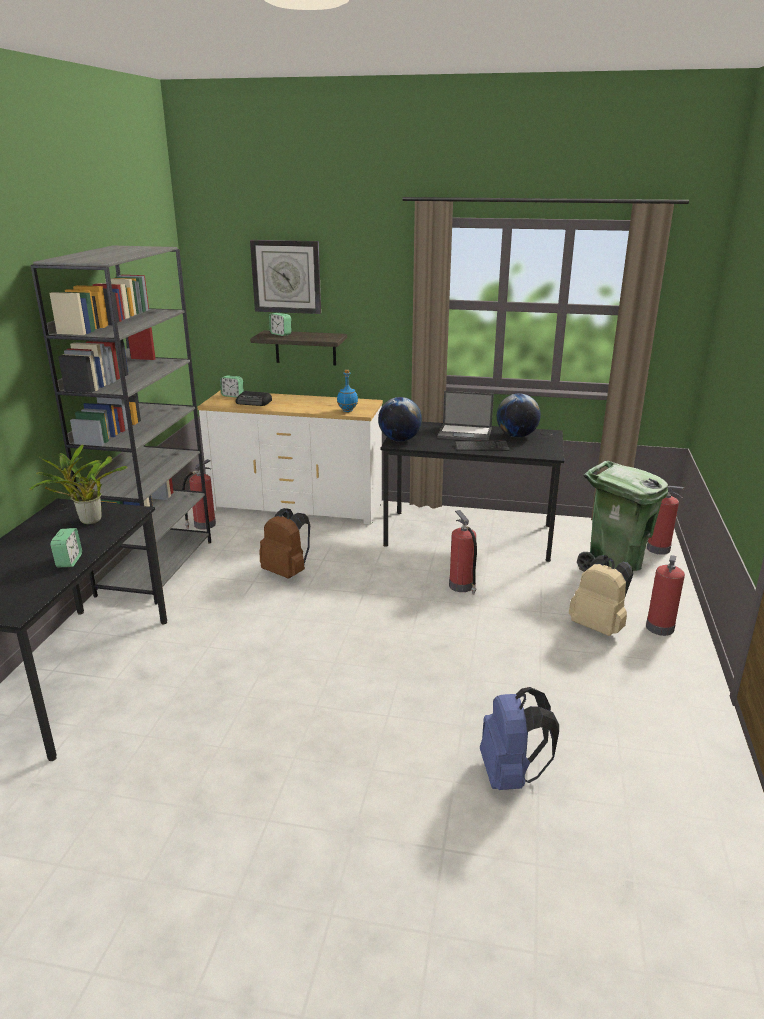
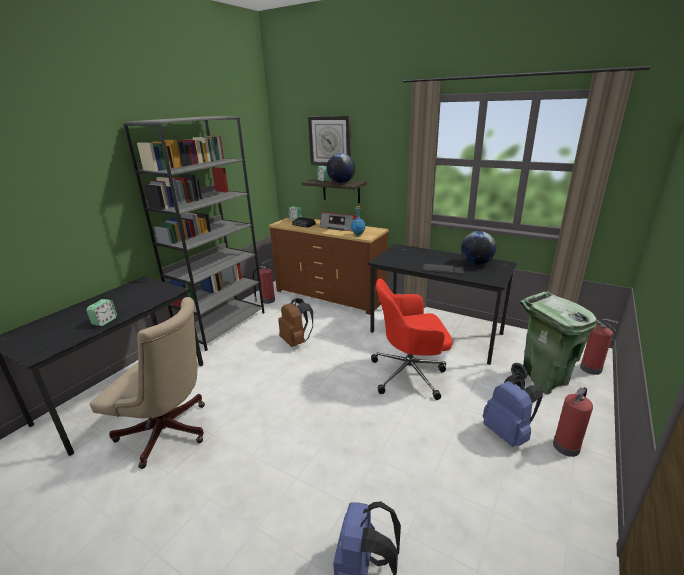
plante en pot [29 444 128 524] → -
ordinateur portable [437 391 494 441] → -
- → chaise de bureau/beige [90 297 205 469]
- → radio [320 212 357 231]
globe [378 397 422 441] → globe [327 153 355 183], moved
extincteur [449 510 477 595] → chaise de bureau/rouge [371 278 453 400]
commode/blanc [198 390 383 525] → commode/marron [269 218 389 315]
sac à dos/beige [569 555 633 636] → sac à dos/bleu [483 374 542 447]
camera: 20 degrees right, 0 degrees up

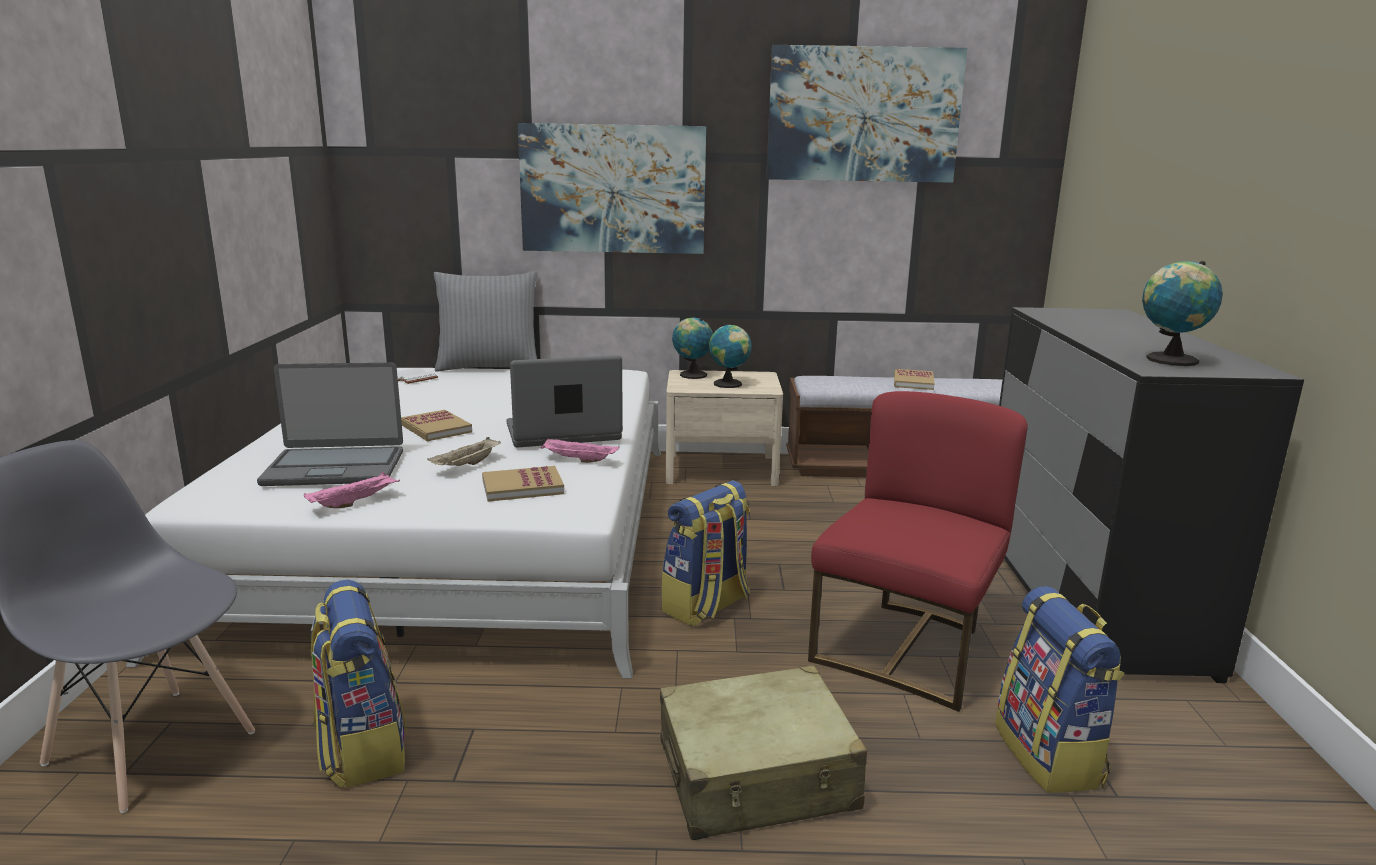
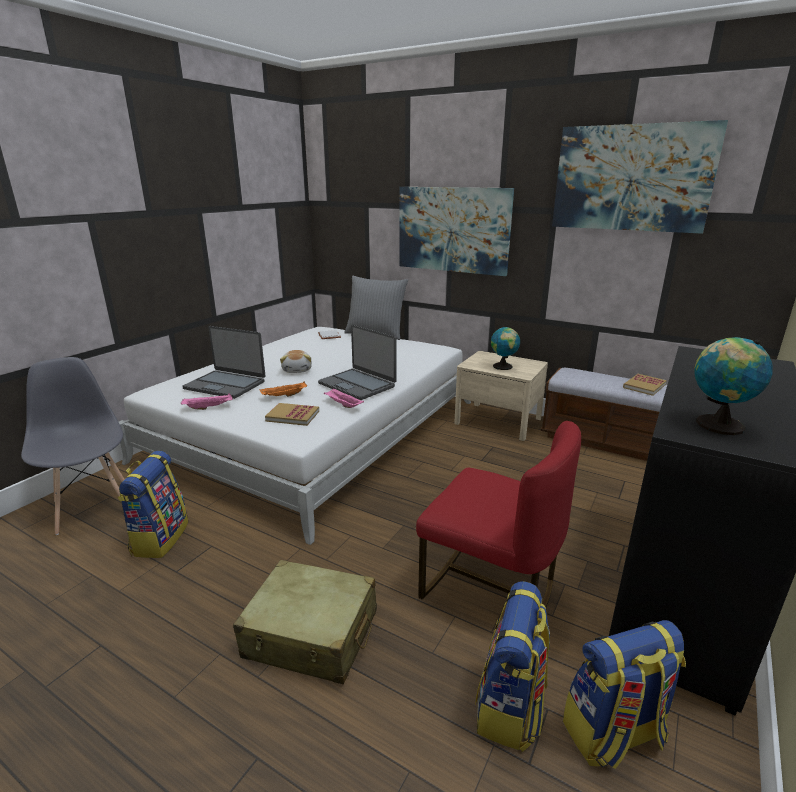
globe [672 318 713 379] → -
sac à dos [661 480 750 627] → sac à dos [563 620 686 769], moved
livre [401 410 472 441] → peluche [280 350 312 373]
plateau/beige [428 437 501 466] → plateau/orange [260 381 307 397]
ordinateur portable [507 355 623 447] → ordinateur portable [318 325 397 400], 150 degrees counterclockwise
chaise/rouge [808 391 1028 712] → chaise/rouge [416 421 581 607], 60 degrees clockwise
camera: 30 degrees right, 5 degrees up

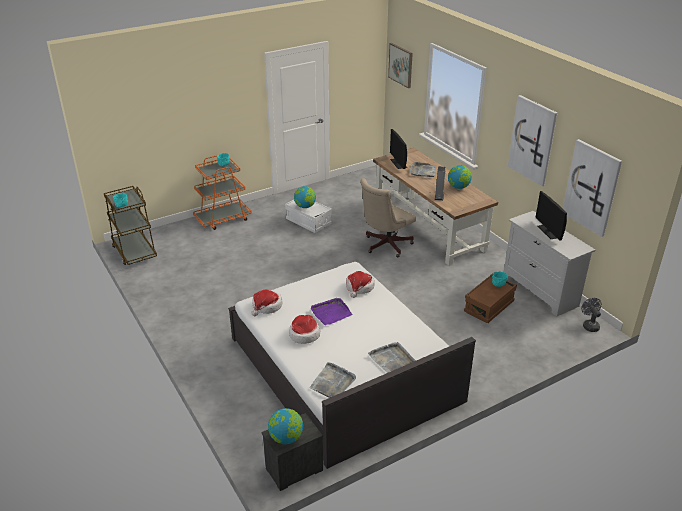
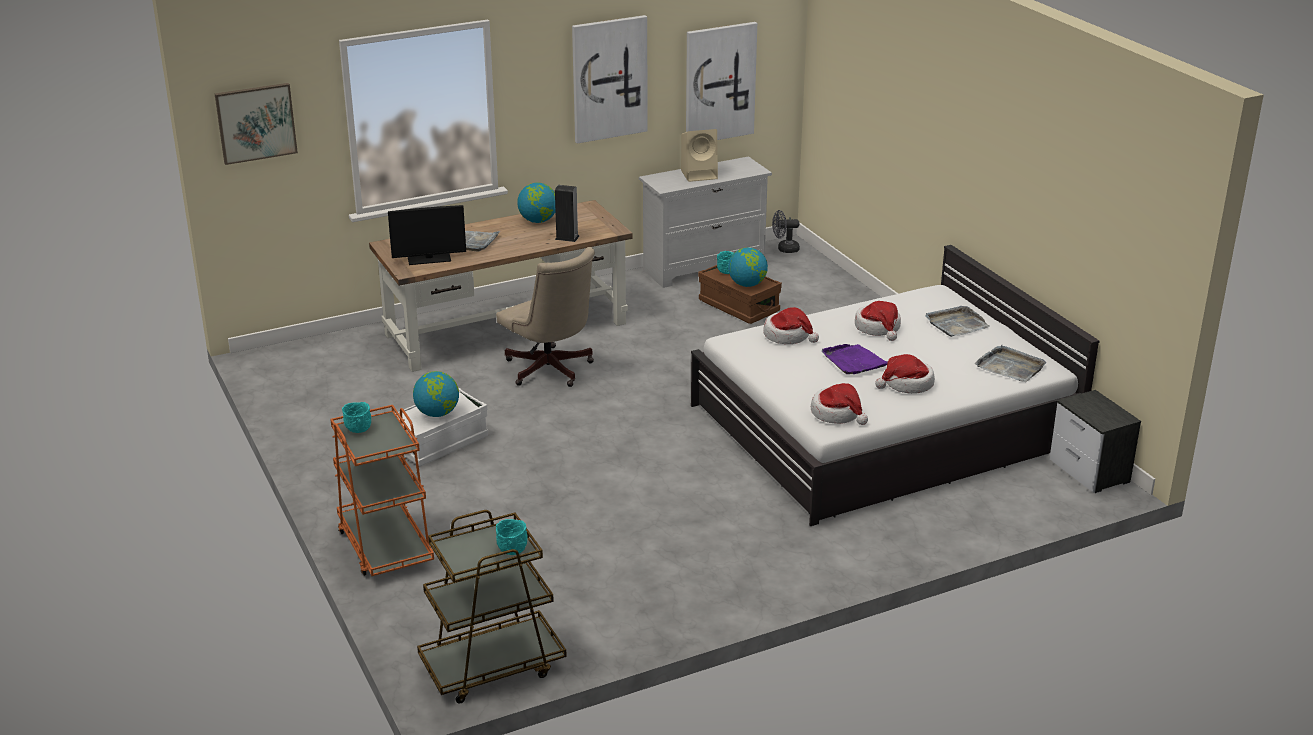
- → chapeau [855 301 901 341]
globe [268 408 303 444] → globe [728 247 768 287], moved
écran d'ordinateur [536 191 567 241] → enceinte/beige [681 129 718 182]
camera: 85 degrees left, 5 degrees down

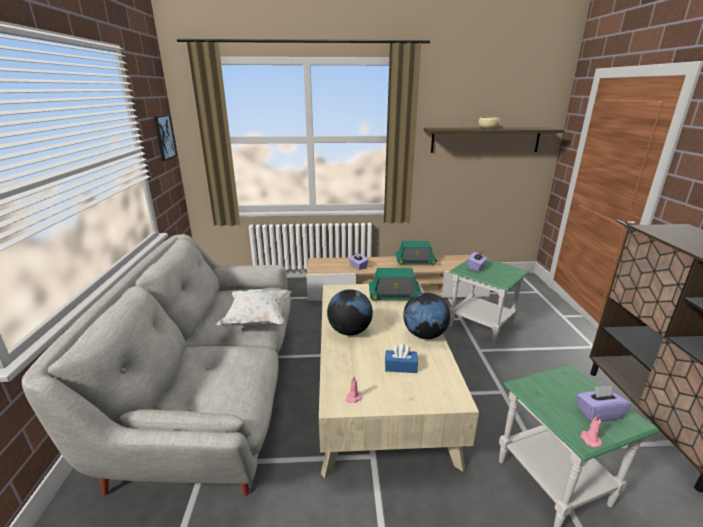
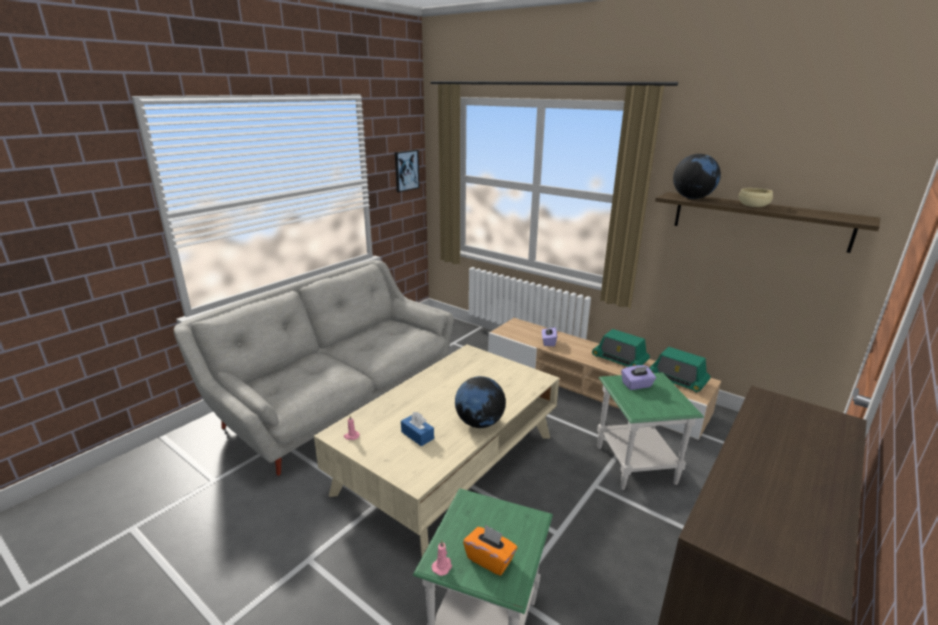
coussin/blanc [216 289 291 326] → -
globe [327 289 373 335] → globe [673 154 721 199], moved
radio [369 268 422 301] → radio [649 347 710 393], moved
boîte à mouchoirs/violet [576 386 631 422] → boîte à mouchoirs/orange [463 524 517 576]
camera: 40 degrees right, 0 degrees up

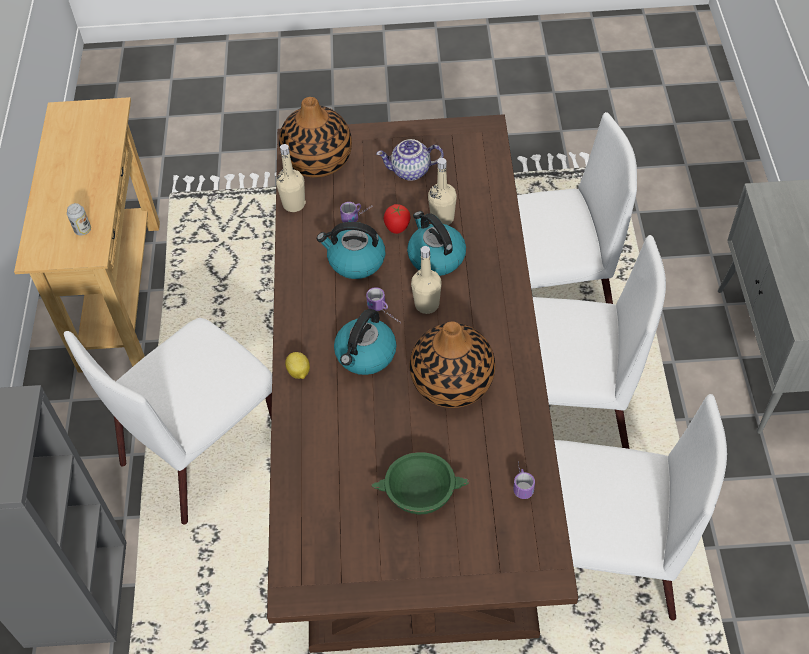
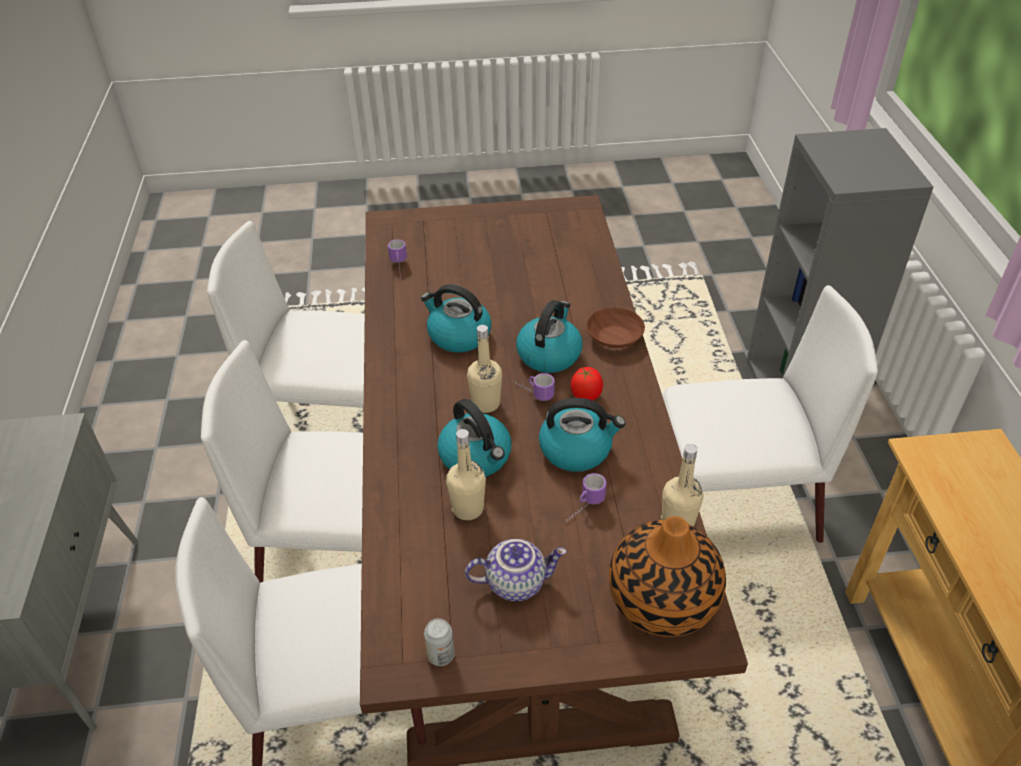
bol/vert [371 452 469 515] → -
boîte métallique [67 203 91 235] → boîte métallique [424 618 454 666], moved
tomate [384 204 411 234] → tomate [571 367 603 401], moved
citron [285 352 310 379] → bol/marron [586 307 645 348]
vase [410 321 495 408] → bouilloire [421 284 492 353]
chaise/blanc [64 318 272 524] → chaise/blanc [662 285 878 543], 45 degrees clockwise
camera: 175 degrees right, 10 degrees down

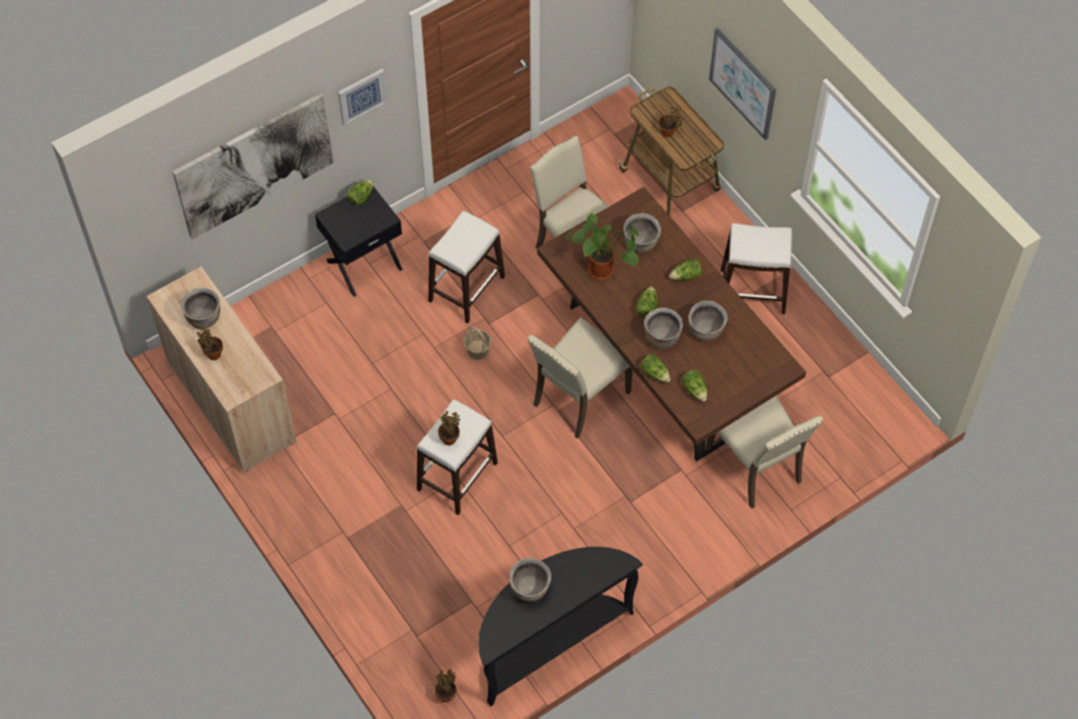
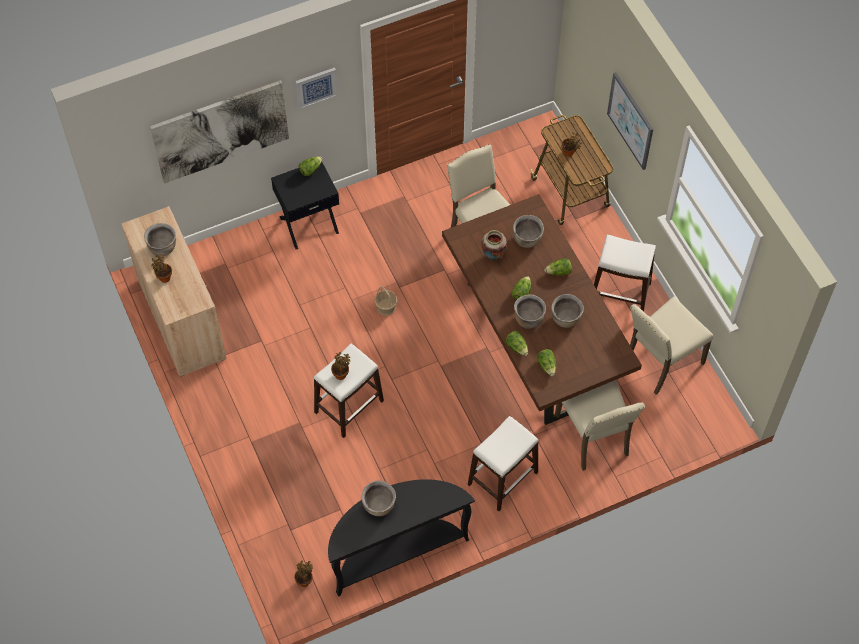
tabouret/blanc [428 211 505 324] → tabouret/blanc [468 416 538 511], moved
chaise/beige [527 318 633 439] → chaise/beige [630 297 714 395], moved
plante en pot [567 213 639 279] → vase [481 230 507 260]
camera: 10 degrees right, 0 degrees up

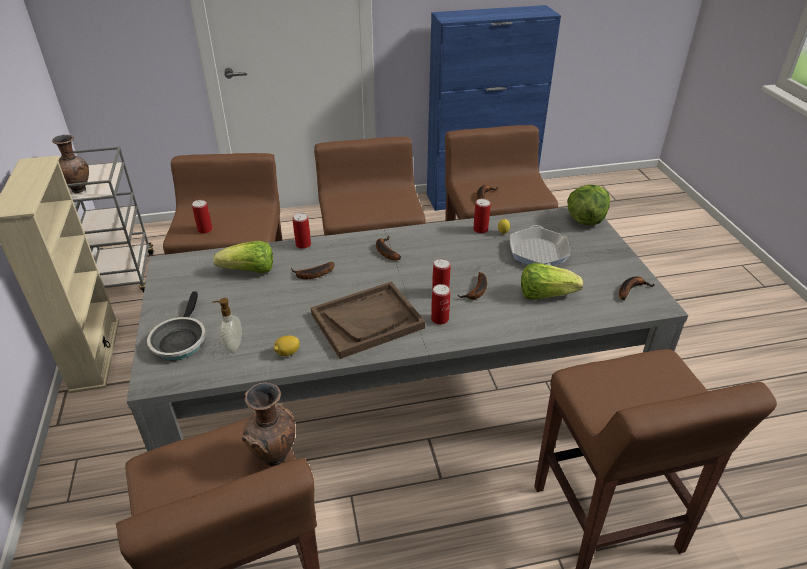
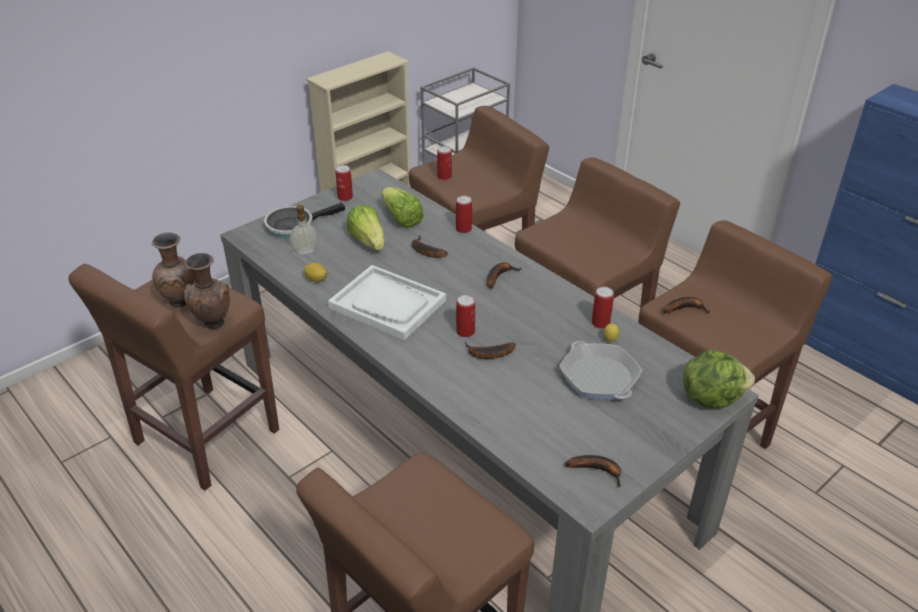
vase/marron [52 135 89 194] → vase/marron [152 233 195 307], moved
boîte métallique [431 284 450 325] → boîte métallique [335 165 353 201], moved
laitue [521 263 583 300] → laitue [347 205 385 250], moved
plateau/marron [311 281 425 359] → plateau/blanc [328 265 446 340]
poêle [510 225 571 266] → poêle [559 341 643 400], 90 degrees counterclockwise
camera: 60 degrees right, 0 degrees up

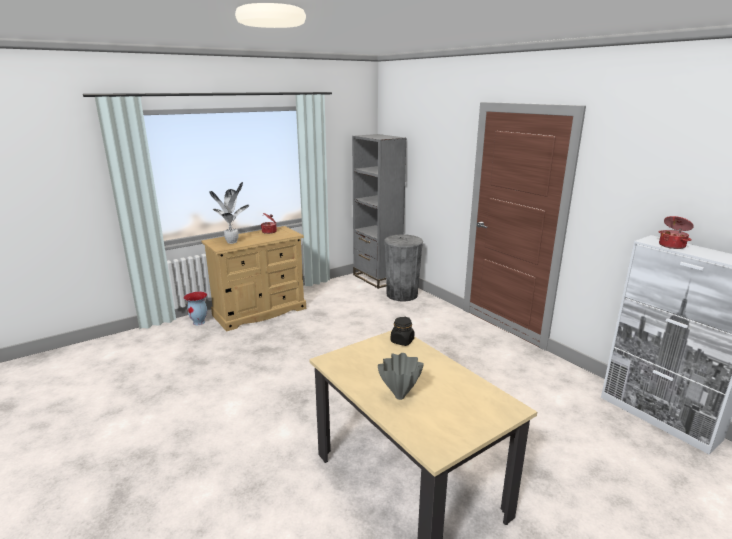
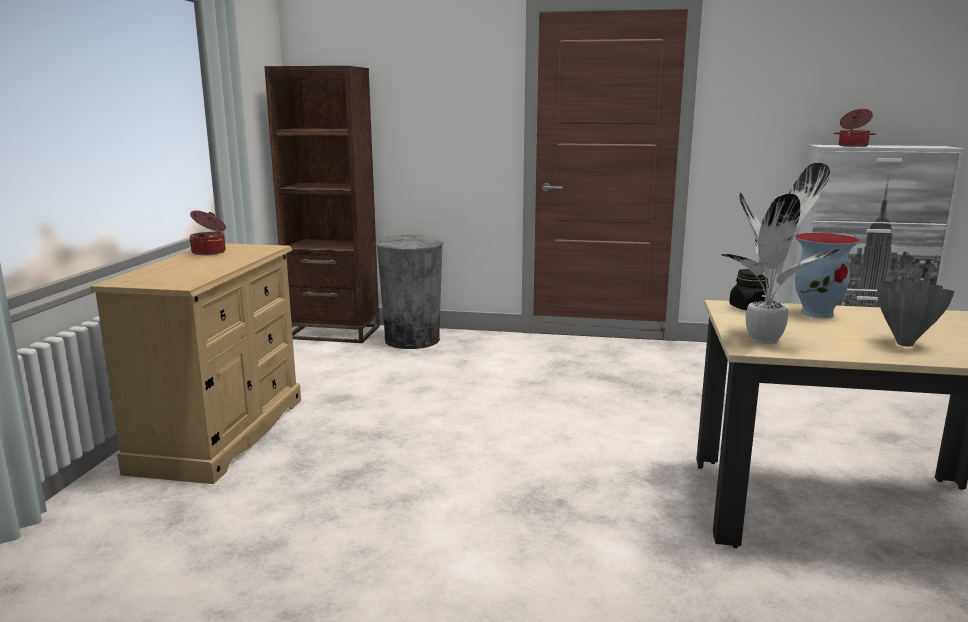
vase [183 292 207 325] → vase [795 233 860 318], moved
plante en pot [209 182 249 244] → plante en pot [721 163 840 344], moved
bibliothèque/gris [352 134 407 289] → bibliothèque/marron [264 66 380 343]
camera: 45 degrees left, 5 degrees down

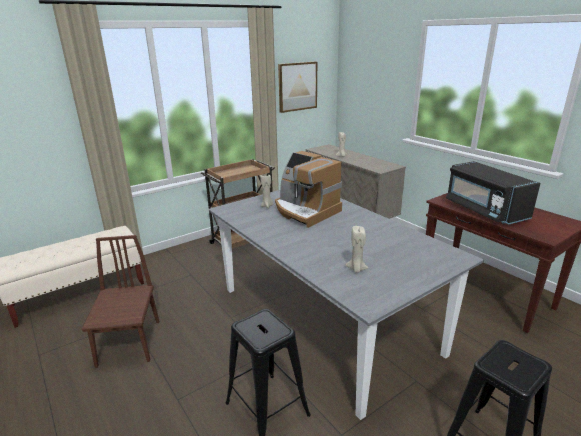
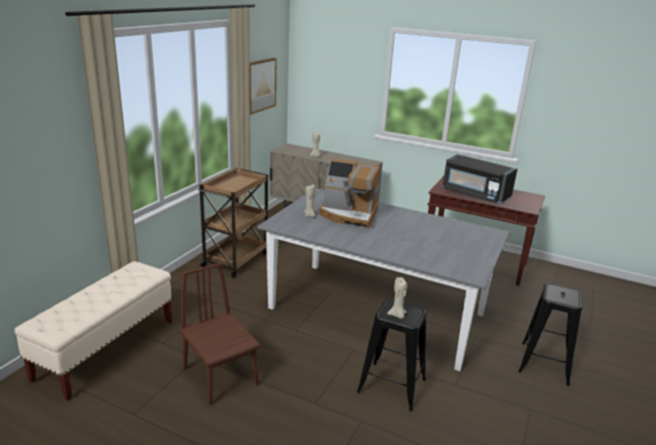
bougie/beige [346 226 368 273] → bougie/beige [387 277 407 319], moved
camera: 30 degrees left, 0 degrees up

